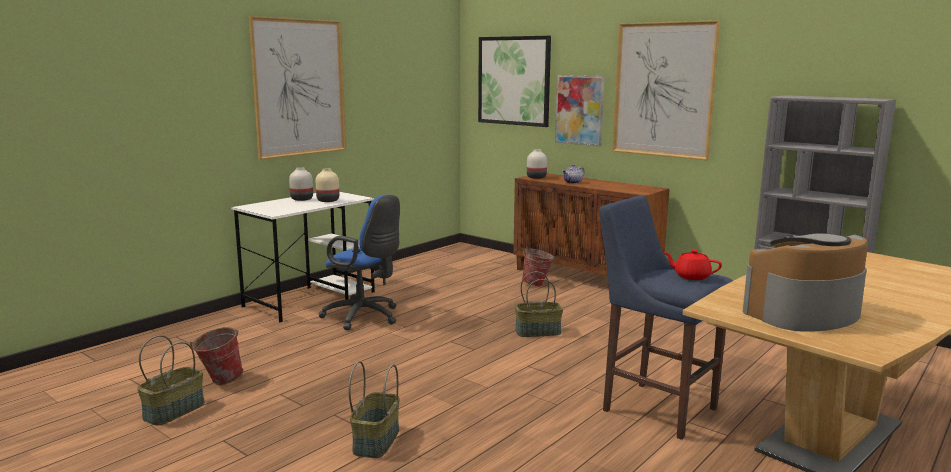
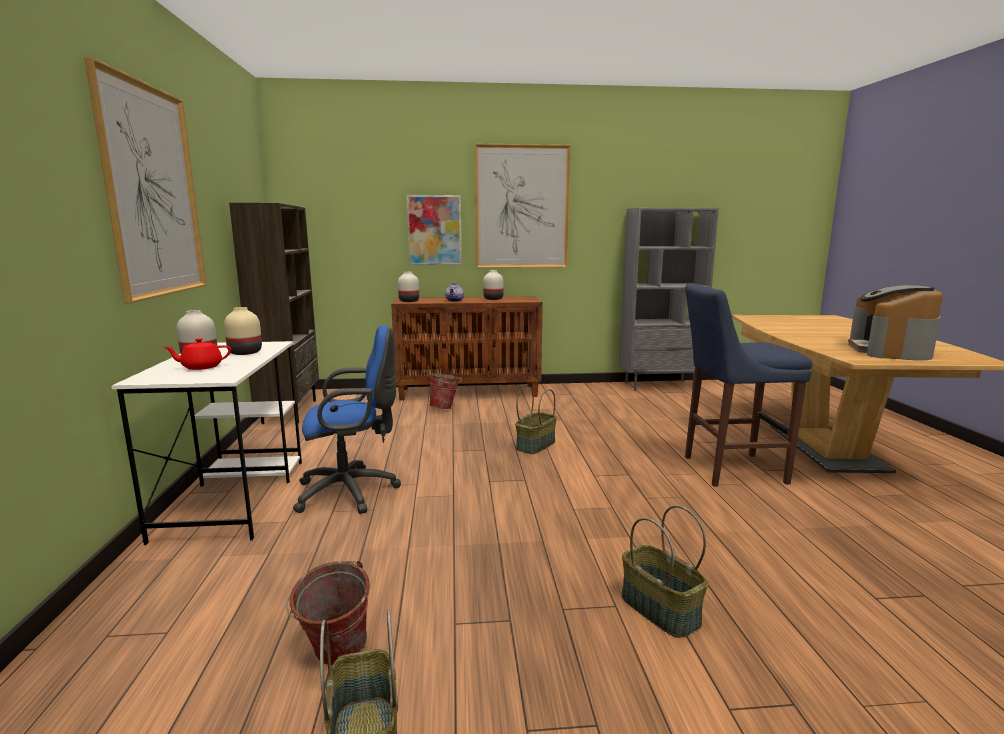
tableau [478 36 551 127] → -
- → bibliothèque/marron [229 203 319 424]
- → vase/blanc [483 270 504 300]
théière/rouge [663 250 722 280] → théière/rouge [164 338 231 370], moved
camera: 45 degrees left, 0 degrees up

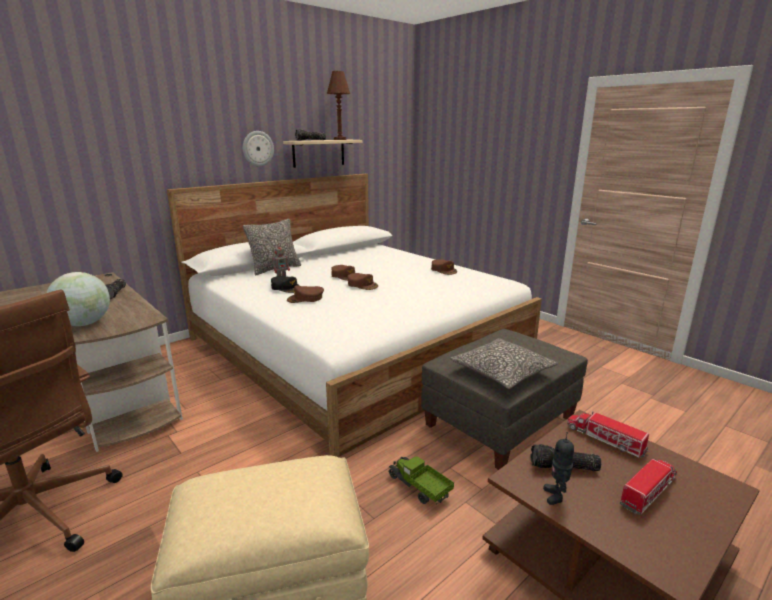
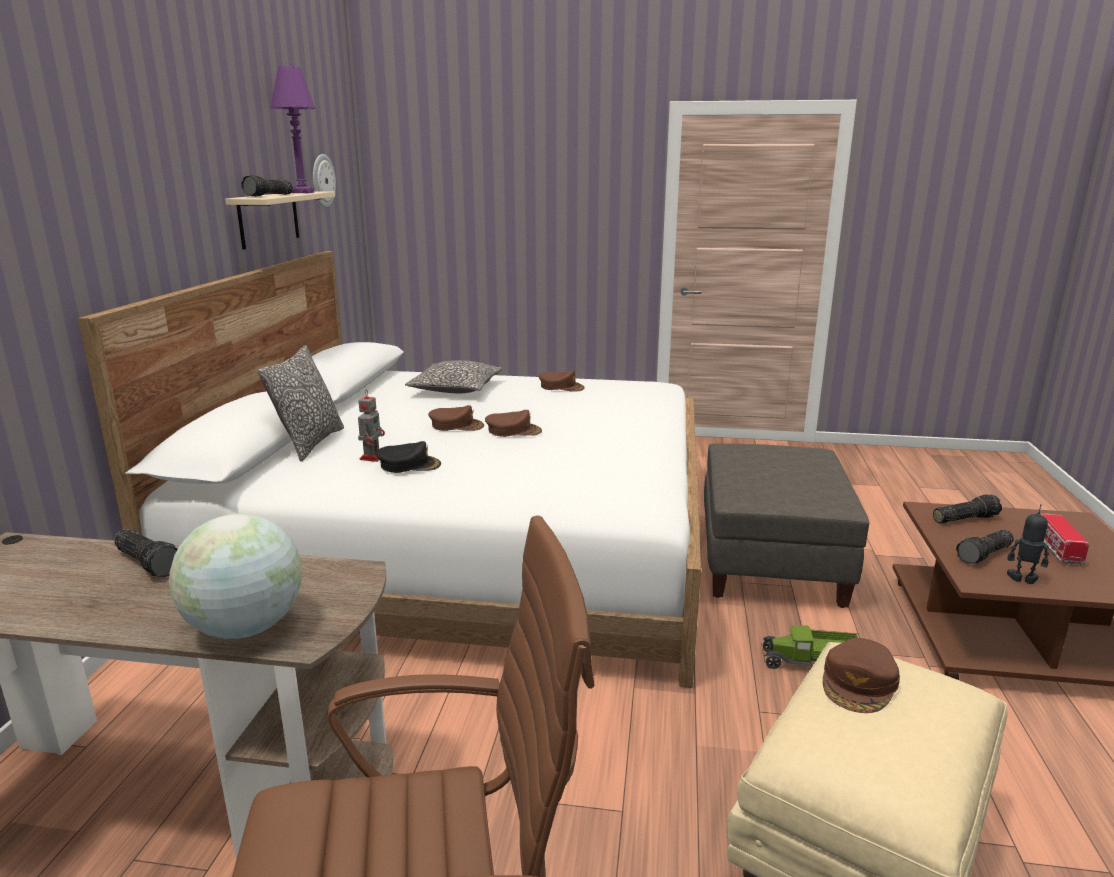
horloge murale [243 131 274 166] → horloge murale [313 154 336 208], moved
casquette/marron [287 286 324 303] → casquette/marron [823 638 900 713], moved
coussin [450 338 558 389] → coussin [405 360 503 393], moved
camion jouet [567 411 649 458] → lampe de poche [933 494 1002 523]
lampe de table/marron [327 71 350 140] → lampe de table/violet [270 66 316 193]
robot jouet [543 432 574 505] → robot jouet [1007 504 1049 584], 150 degrees clockwise
camera: 40 degrees left, 0 degrees up

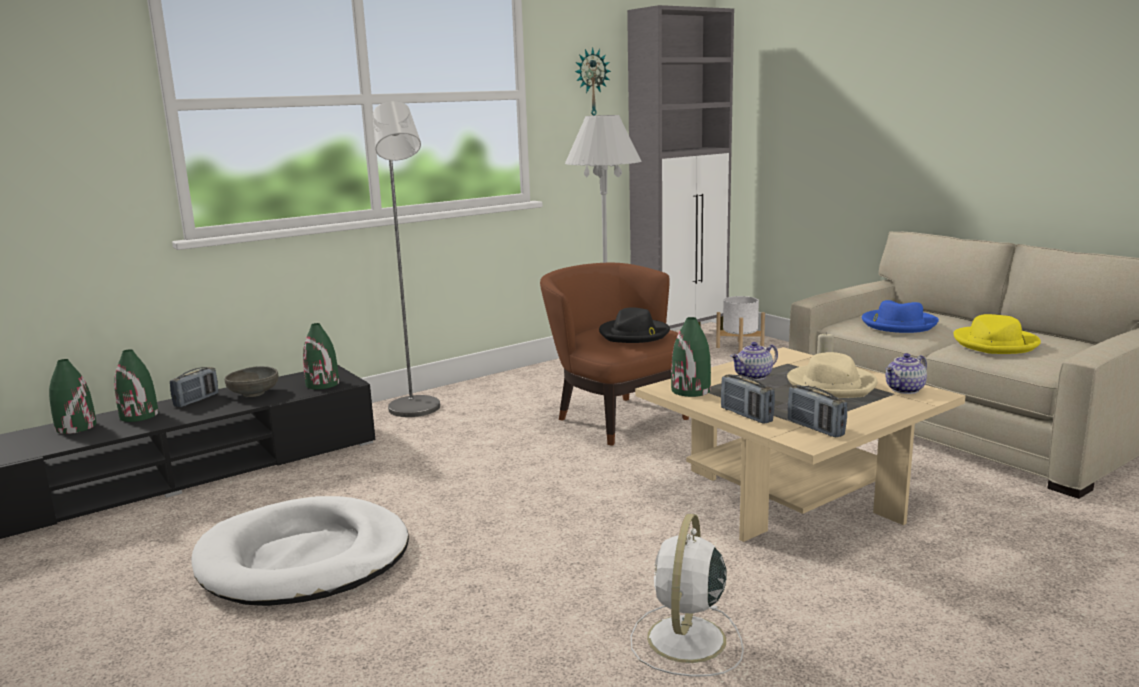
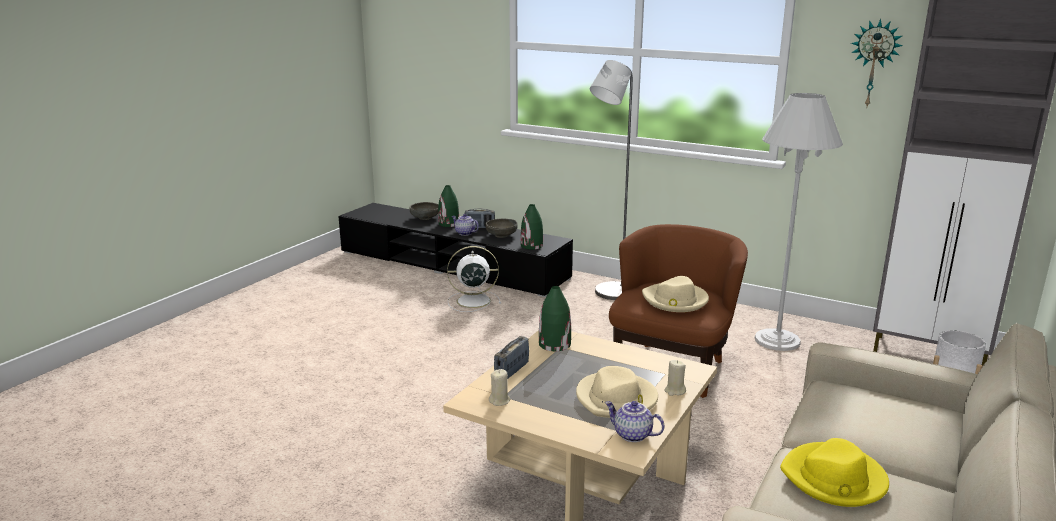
panier pour chien/blanc [191 496 409 606] → -
chapeau/bleu [862 300 939 333] → -
ventilateur/blanc [631 514 744 677] → ventilateur/blanc [447 246 501 312], moved
théière [730 342 778 380] → théière [452 214 479 236], moved
vase/vert [49 359 97 434] → bol/gris [409 202 438 220]
radio [788 385 847 437] → bougie/beige [489 369 510 406]
chapeau/noir [599 307 670 343] → chapeau/beige [642 276 709 312]
camera: 65 degrees right, 5 degrees up

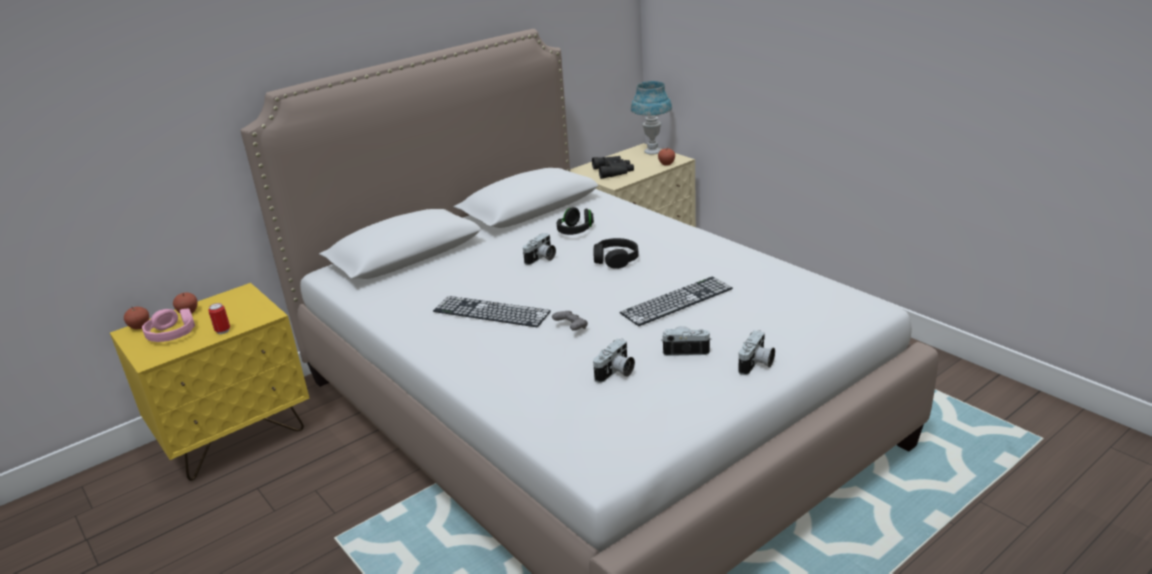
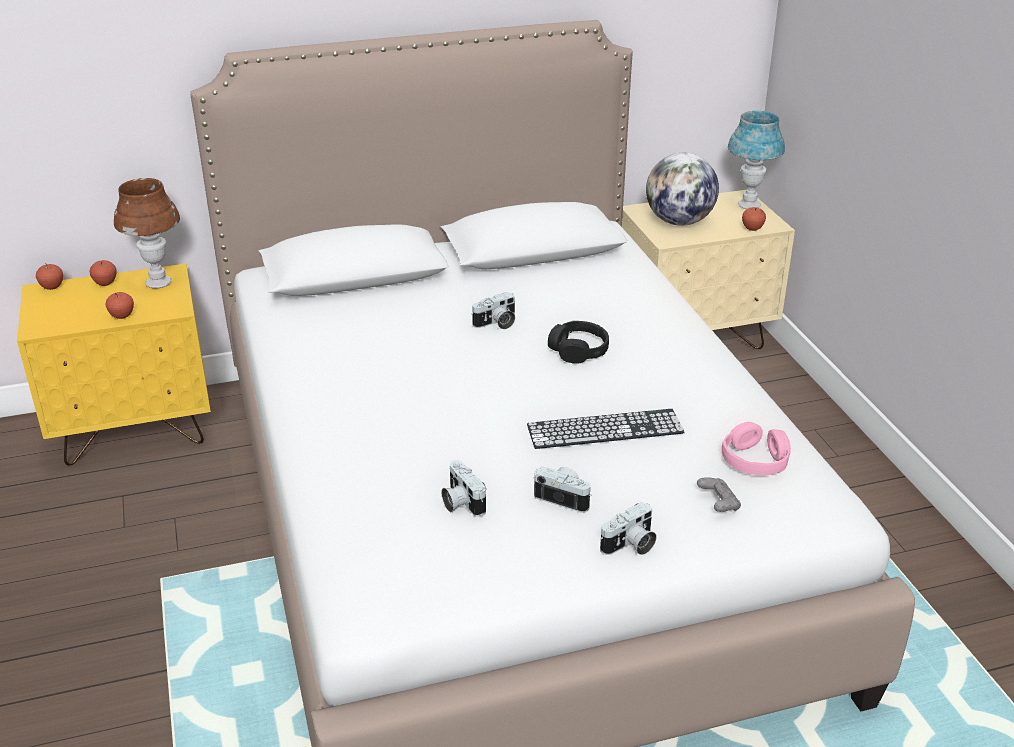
clavier [433 296 551 327] → -
casque audio/noir [557 207 594 235] → -
- → lampe de table/marron [114 178 180 288]
casque audio/rose [142 308 195 342] → casque audio/rose [722 422 791 475], moved
manette/gris [552 311 588 331] → manette/gris [697 477 741 512], moved
boîte métallique [208 303 230 334] → pomme [105 292 134 319]
jumelles/noir [592 156 634 179] → globe [646 153 719 226]
appareil photo [593 339 635 383] → appareil photo [442 460 486 517], 90 degrees clockwise
camera: 20 degrees right, 5 degrees up

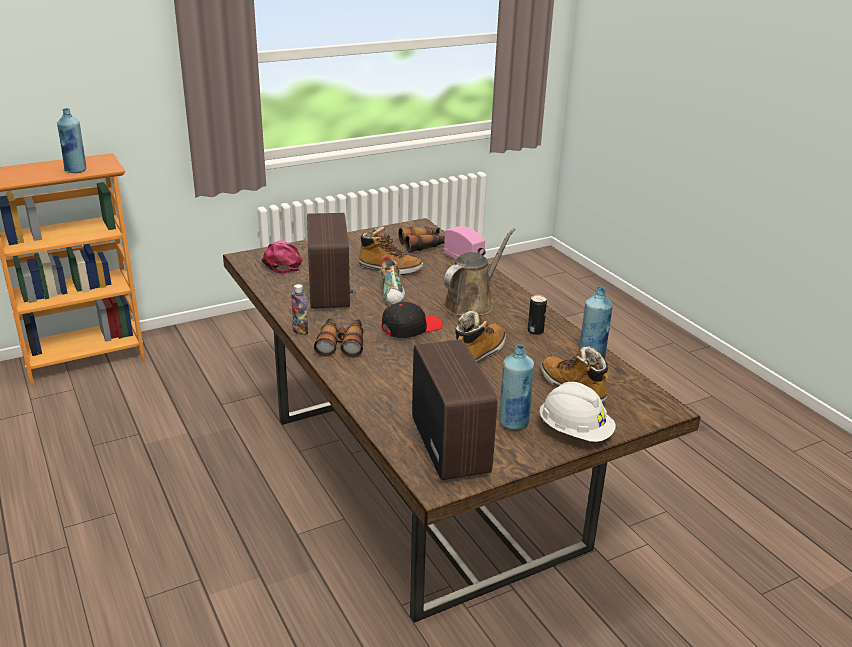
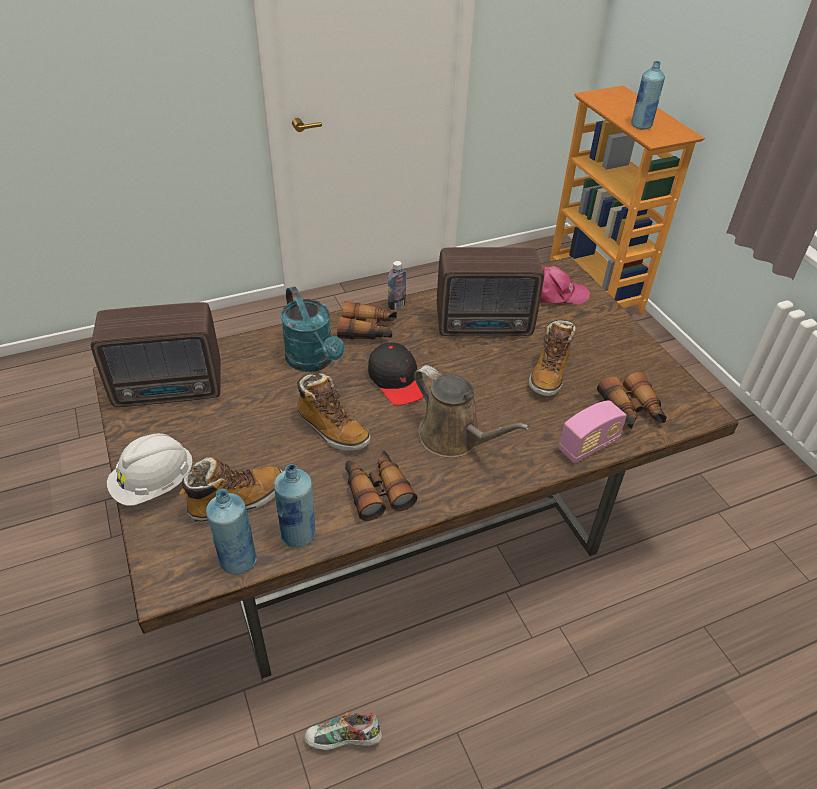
- → arrosoir/turquoise [281 286 345 372]
chaussure [381 255 405 305] → chaussure [305 712 382 750], moved
bouteille/bleu [499 344 534 430] → bouteille/bleu [206 489 257 575], moved
boîte métallique [528 295 547 335] → jumelles [345 451 417 521]
camera: 95 degrees right, 15 degrees up

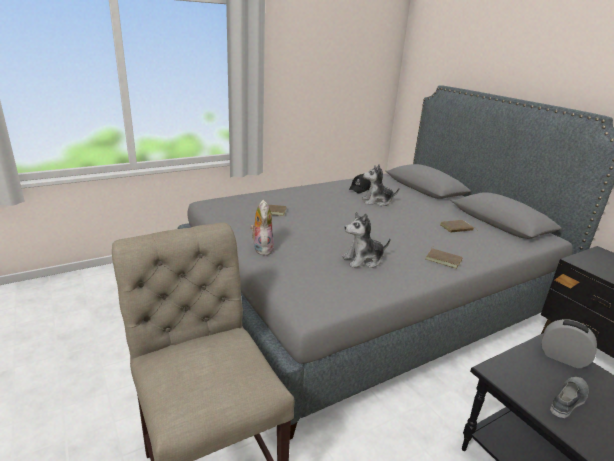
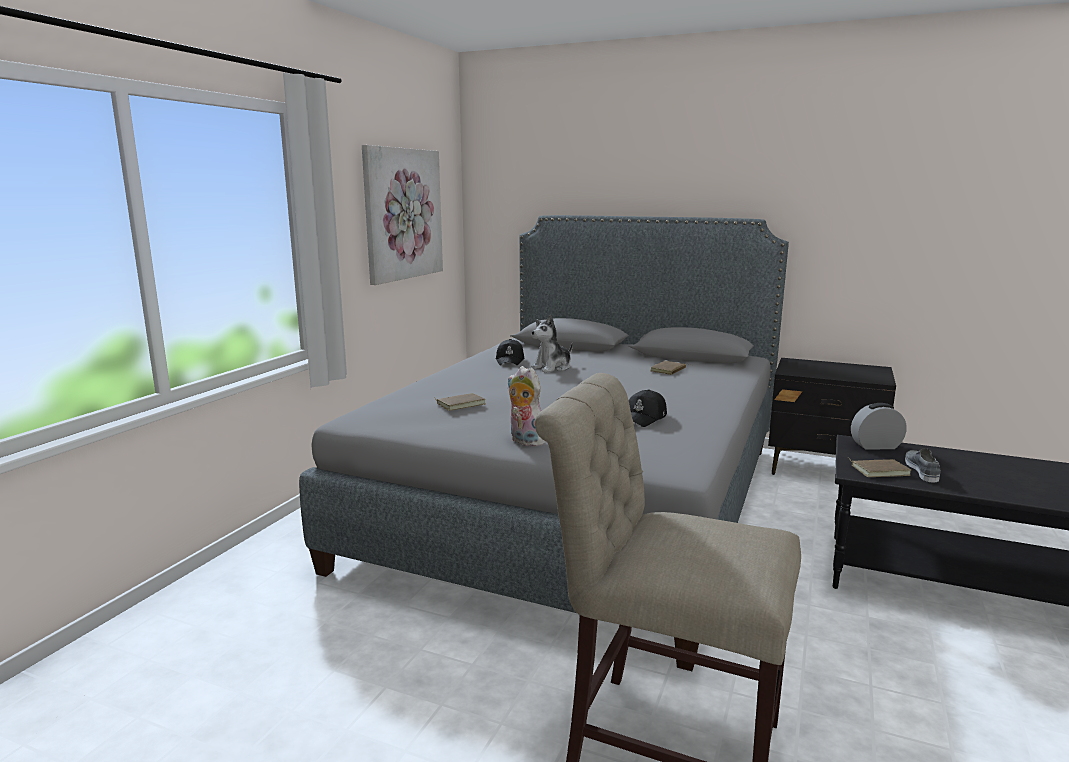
- → tableau [362 145 443 285]
livre/marron [425 246 463 269] → livre/marron [849 458 911 477], moved
peluche [342 212 390 268] → casquette/noir [629 389 667 427]
camera: 35 degrees left, 10 degrees down

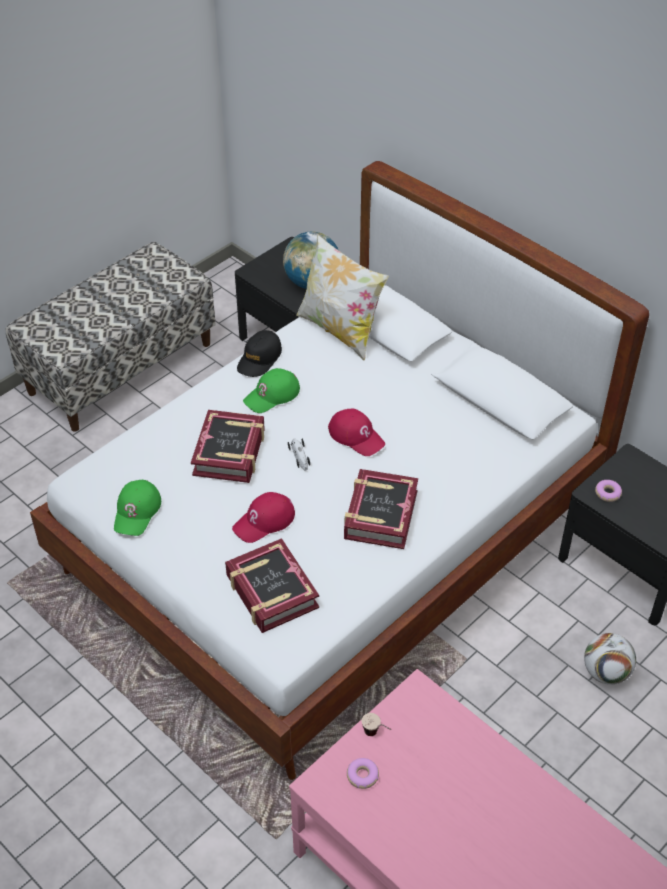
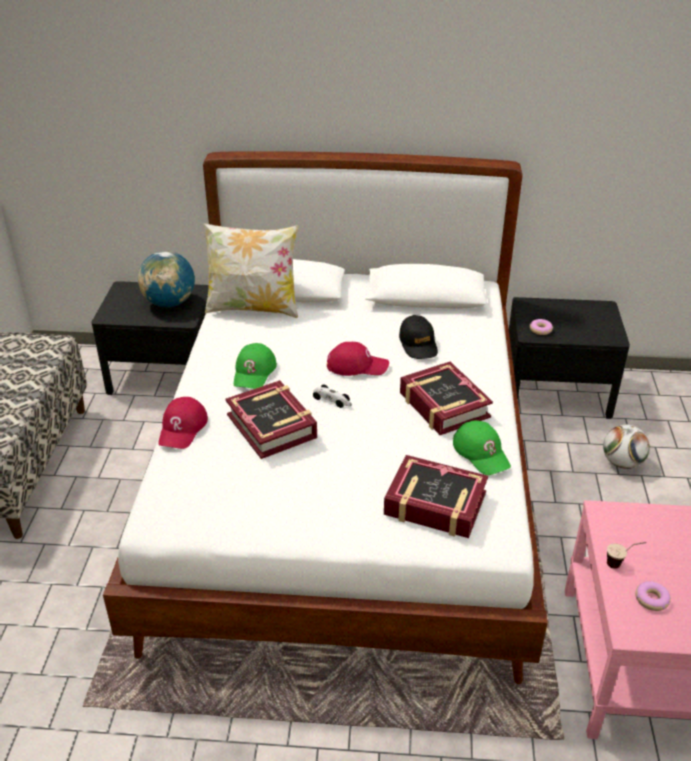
casquette/vert [114 480 161 536] → casquette/vert [453 421 511 475], moved
casquette/rouge [232 492 295 543] → casquette/rouge [158 397 208 449], moved
casquette/noir [237 330 282 377] → casquette/noir [399 315 438 359], moved
camera: 40 degrees left, 10 degrees down

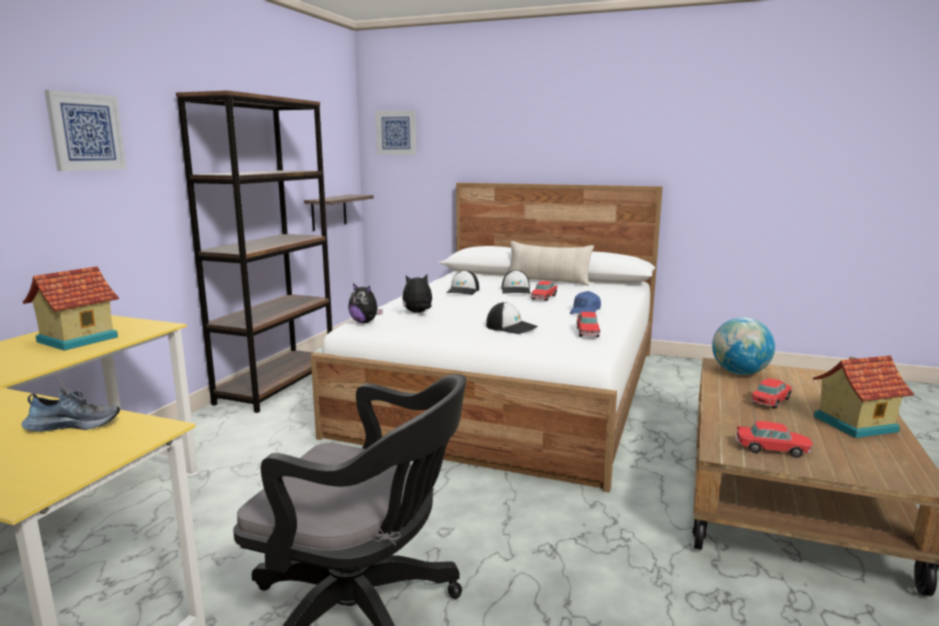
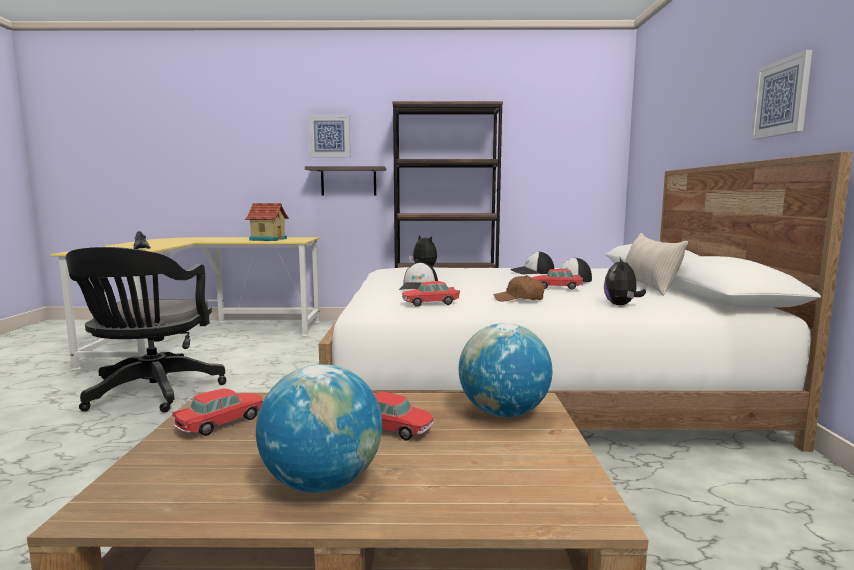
étagère [304 195 374 231] → étagère [305 166 386 196], moved
peluche [348 283 383 323] → peluche [604 258 646 305], moved
tableau [375 110 416 155] → tableau [751 50 812 140], moved
maison miniature [813 355 914 438] → globe [256 364 382 493]
casquette/bleu [570 291 601 314] → casquette/marron [493 275 545 302]
petite voiture [736 421 813 458] → petite voiture [172 388 263 436], 135 degrees counterclockwise
camera: 70 degrees right, 5 degrees down

